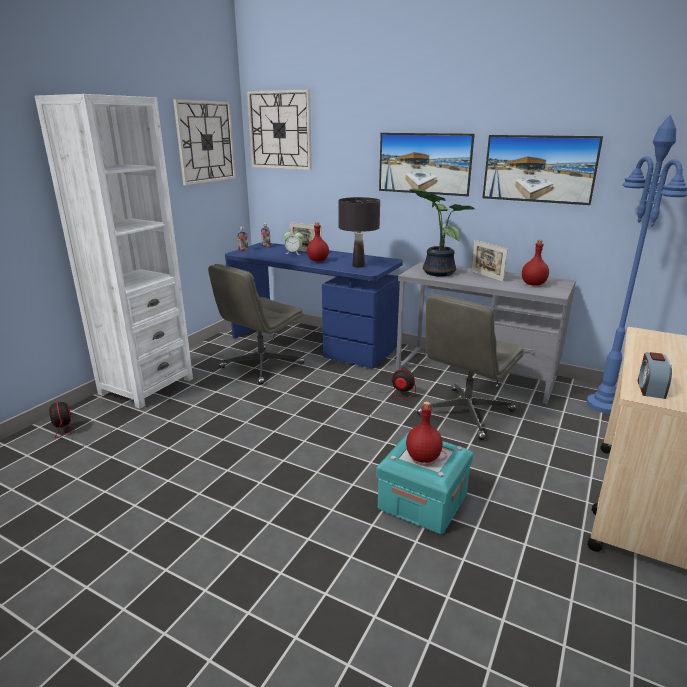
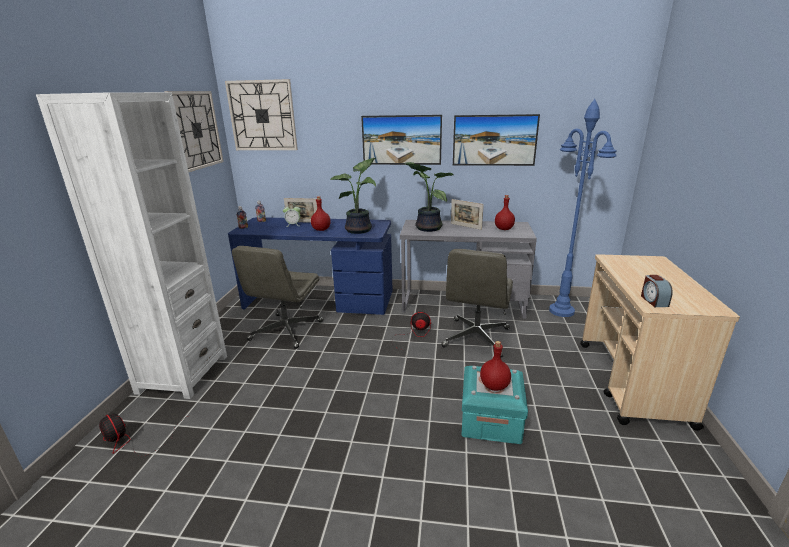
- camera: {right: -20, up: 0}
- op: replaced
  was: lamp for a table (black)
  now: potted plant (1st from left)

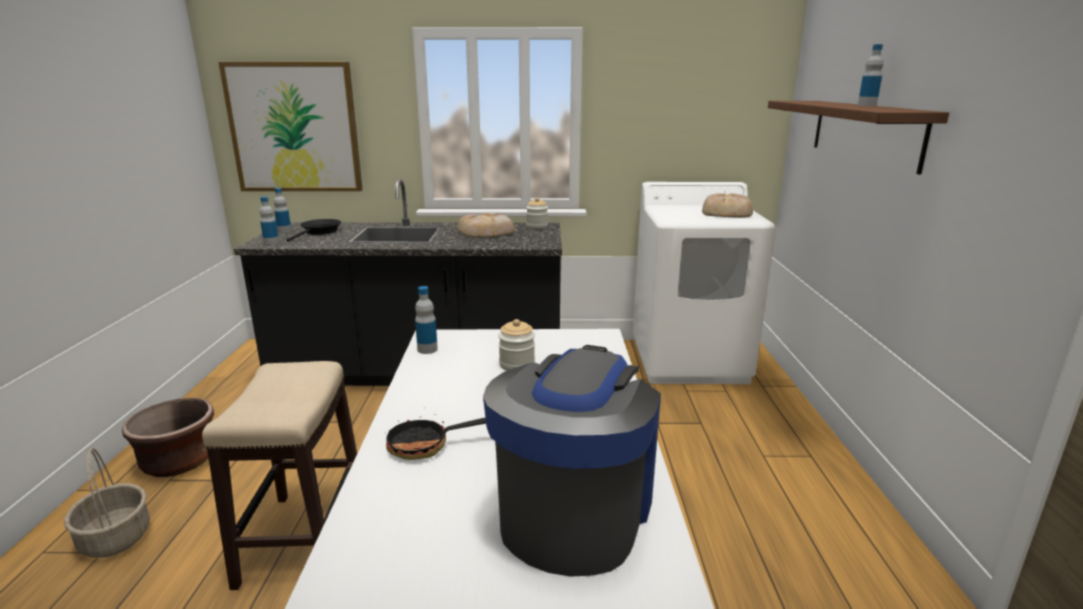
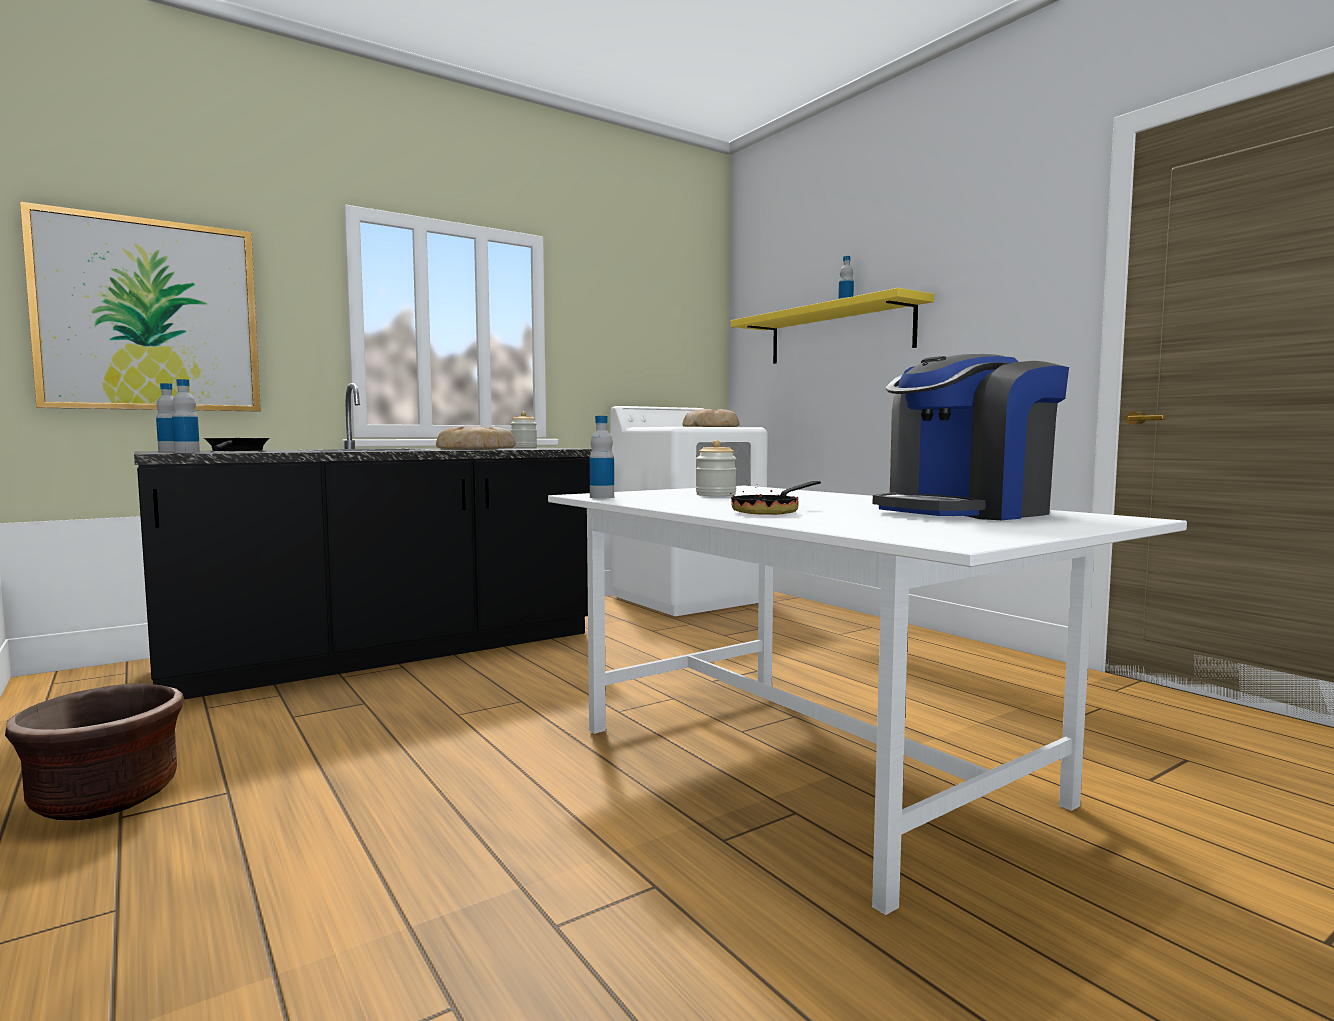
- camera: {right: -35, up: -15}
- op: recoloured
  was: wall shelf (brown-coloured)
  now: wall shelf (yellow-coloured)
- op: turned
  was: coffee machine
  clockwise: -105
- op: removed
  was: household basket
- op: removed
  was: stool seat

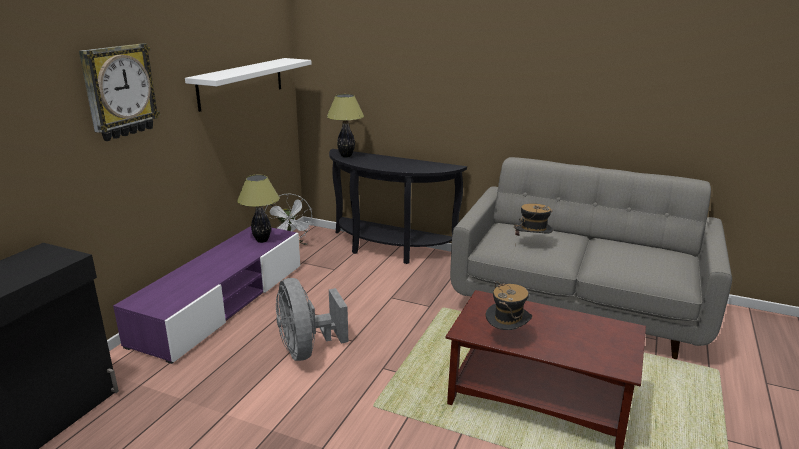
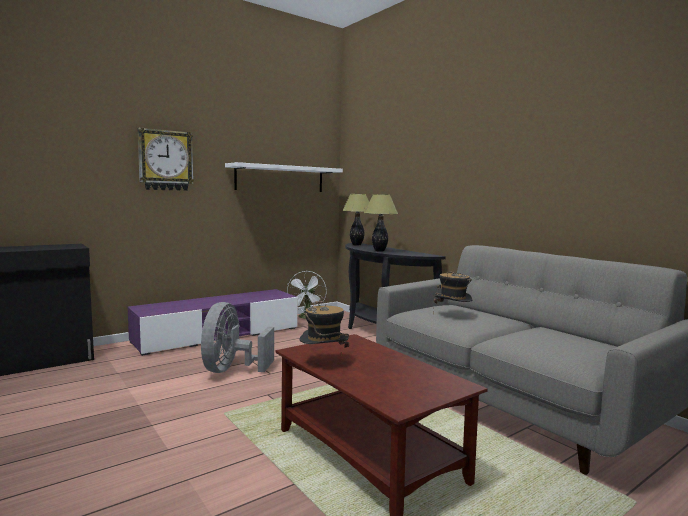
- camera: {right: 30, up: -15}
- op: moved
  was: lamp for a table (1st from left in the first image)
  now: lamp for a table (2nd from left)

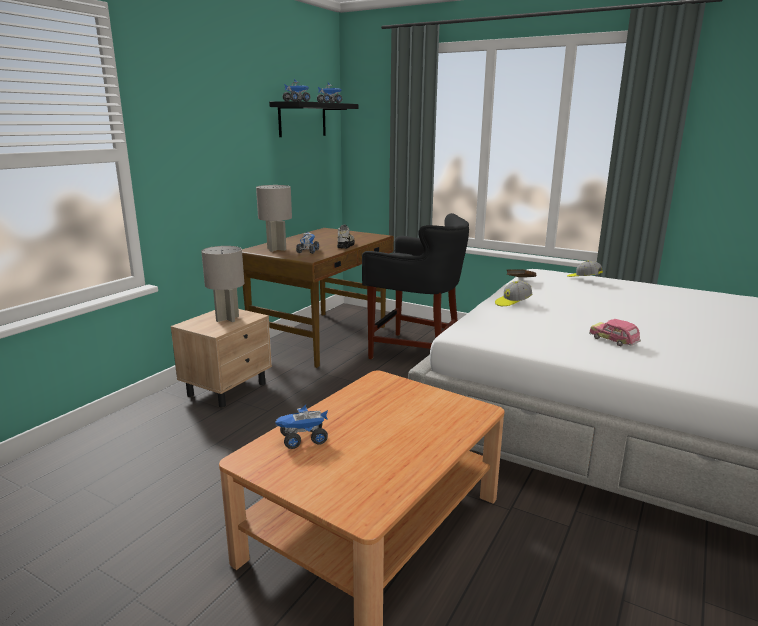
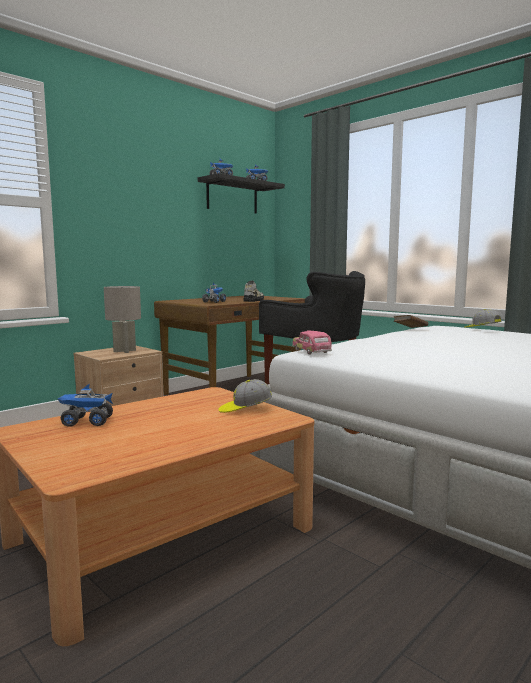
- camera: {right: 15, up: -10}
- op: moved
  was: peaked cap (1st from left)
- op: moved
  was: model car
- op: removed
  was: lamp for a table (grey) (2nd from left)

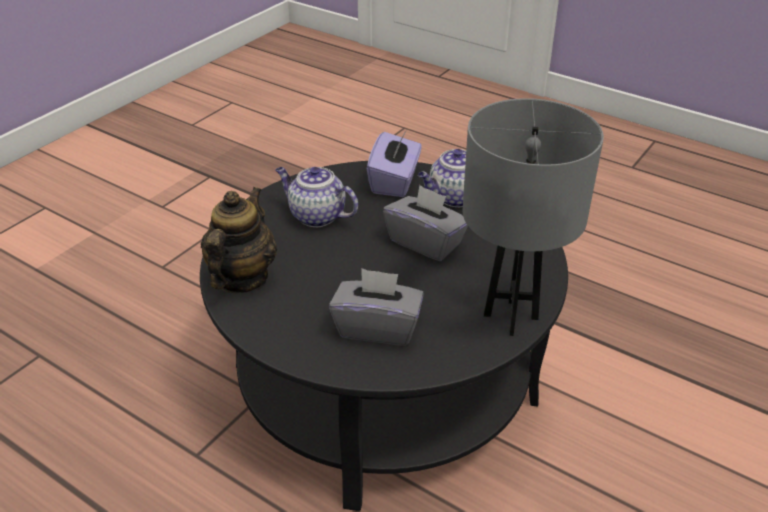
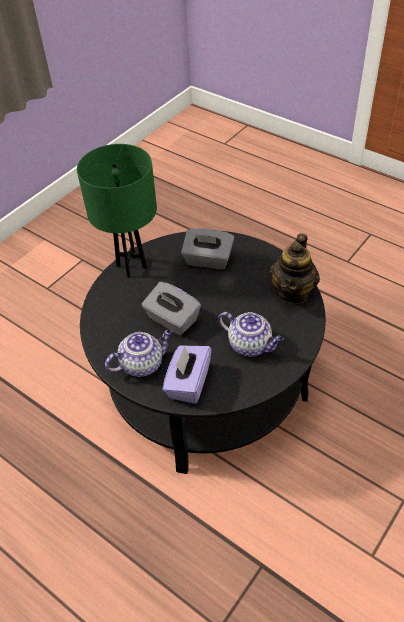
- camera: {right: -175, up: 10}
- op: recoloured
  was: lamp for a table (grey)
  now: lamp for a table (greenish)

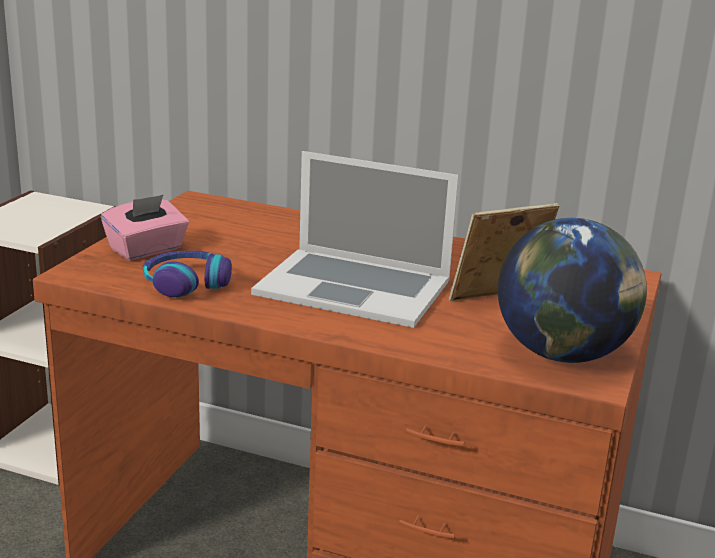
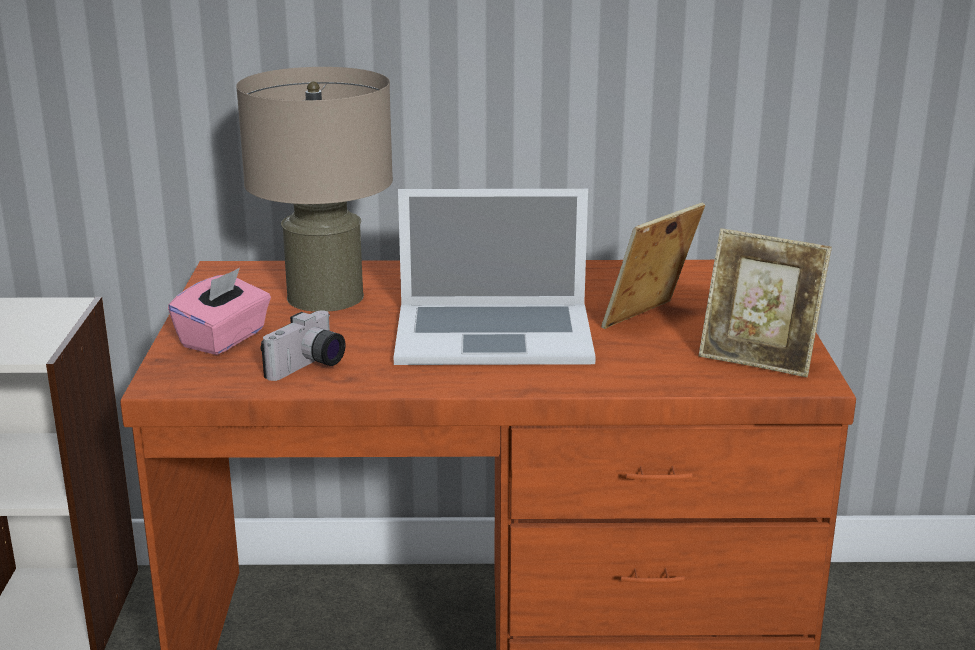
- camera: {right: -20, up: 0}
- op: added
  now: lamp for a table (beige)
- op: replaced
  was: headphones
  now: photo camera
- op: replaced
  was: desk globe
  now: picture frame (2nd from left)

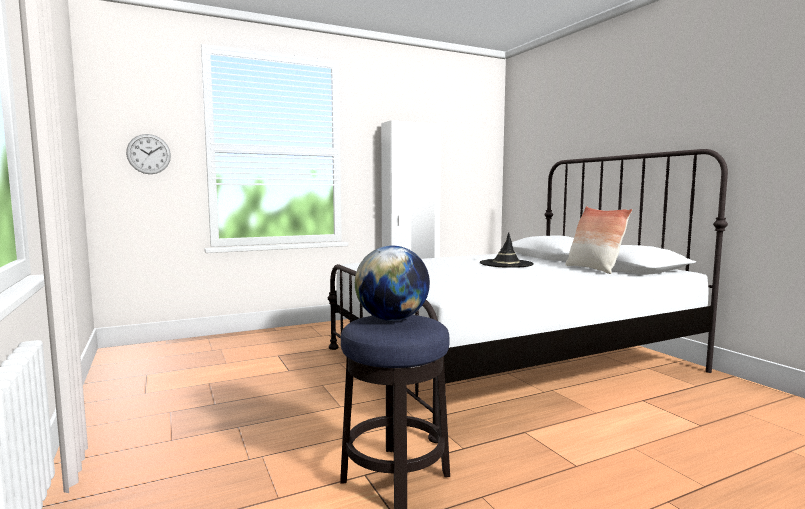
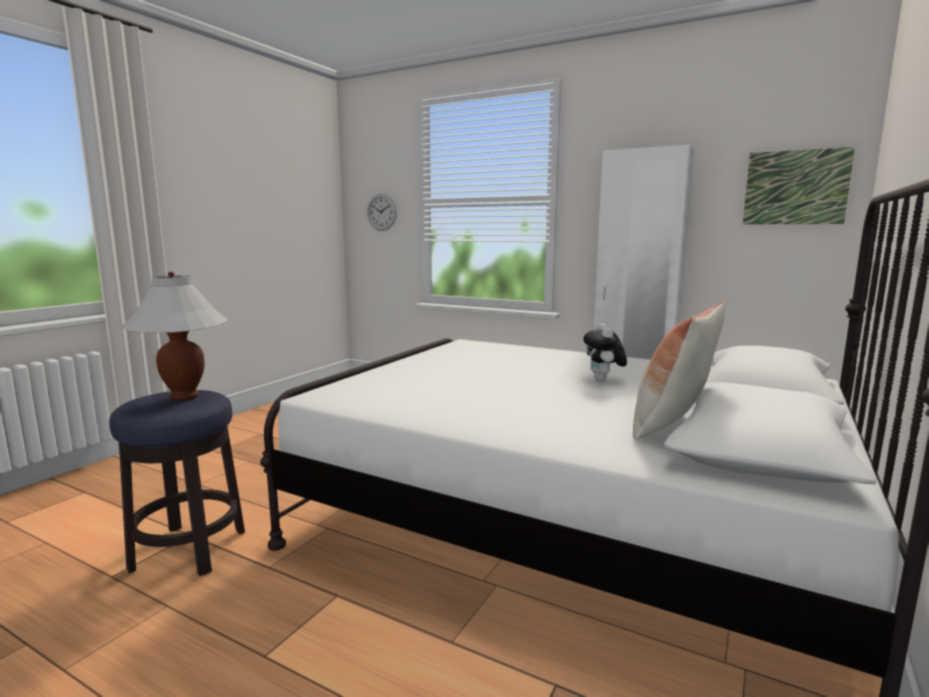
- camera: {right: 55, up: 5}
- op: replaced
  was: desk globe
  now: lamp for a table (white-coloured)
- op: replaced
  was: clothing hat (black)
  now: plush toy
- op: added
  now: wall art

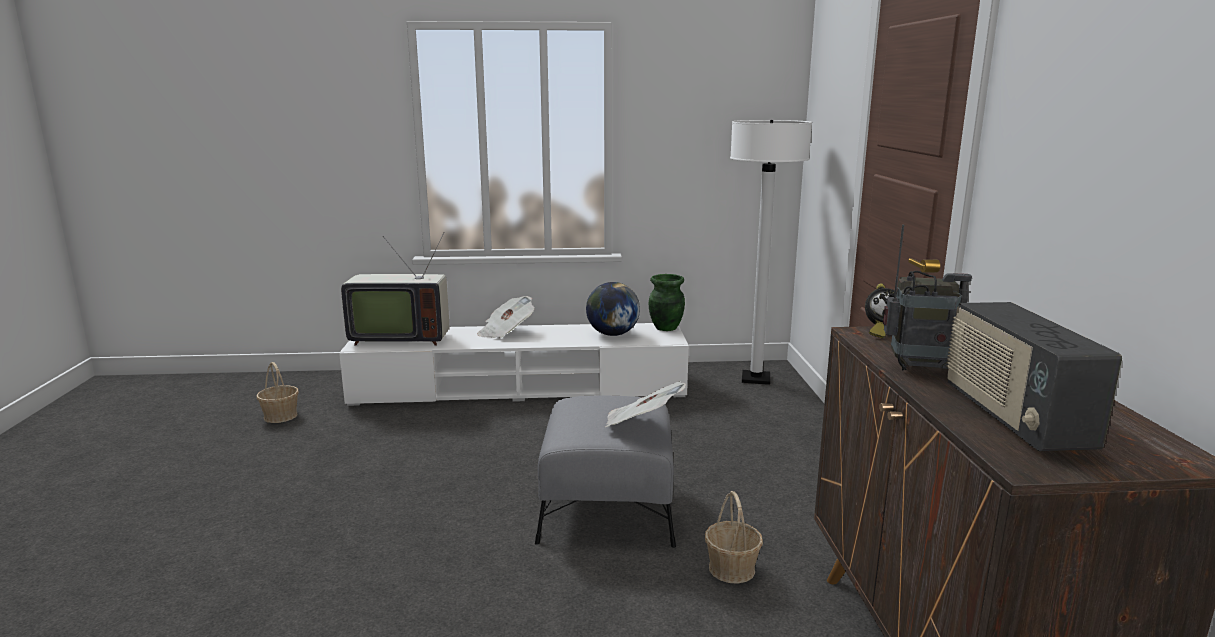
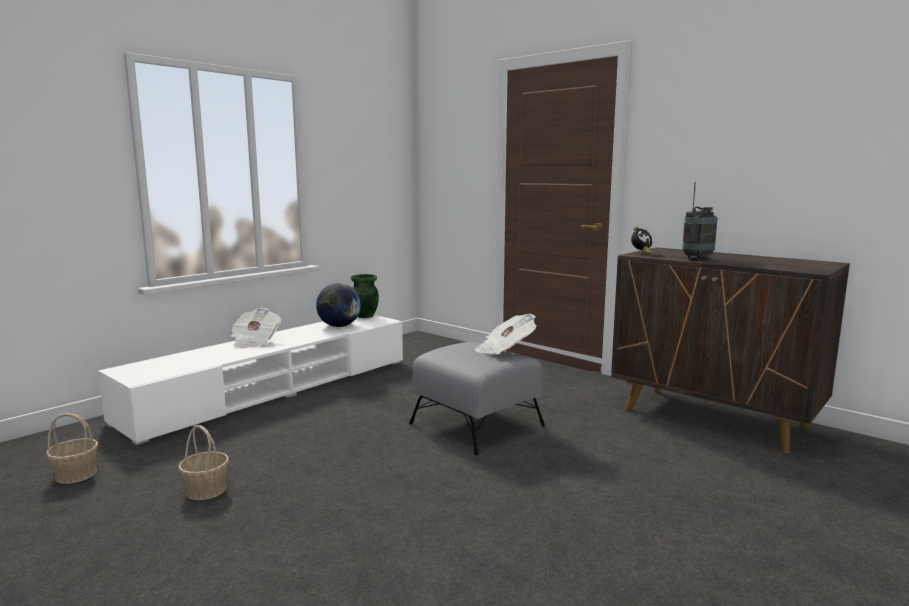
- camera: {right: -45, up: -5}
- op: moved
  was: household basket (2nd from left)
- op: removed
  was: television
- op: removed
  was: standard lamp (white-coloured)
- op: removed
  was: radio (2nd from left)

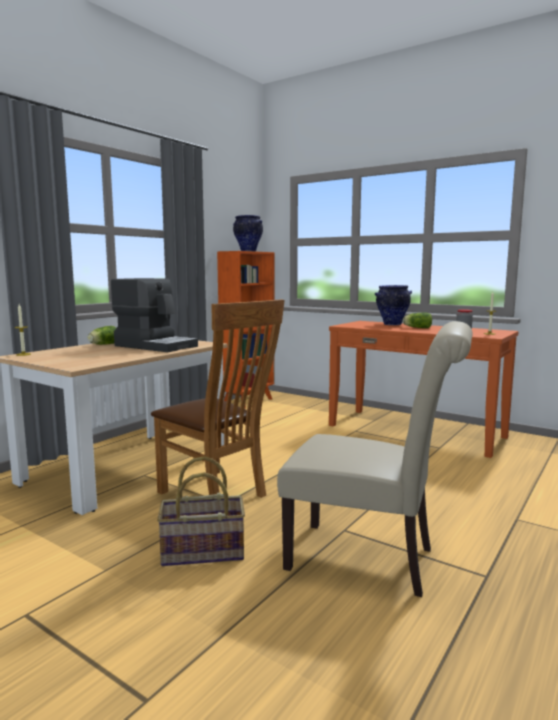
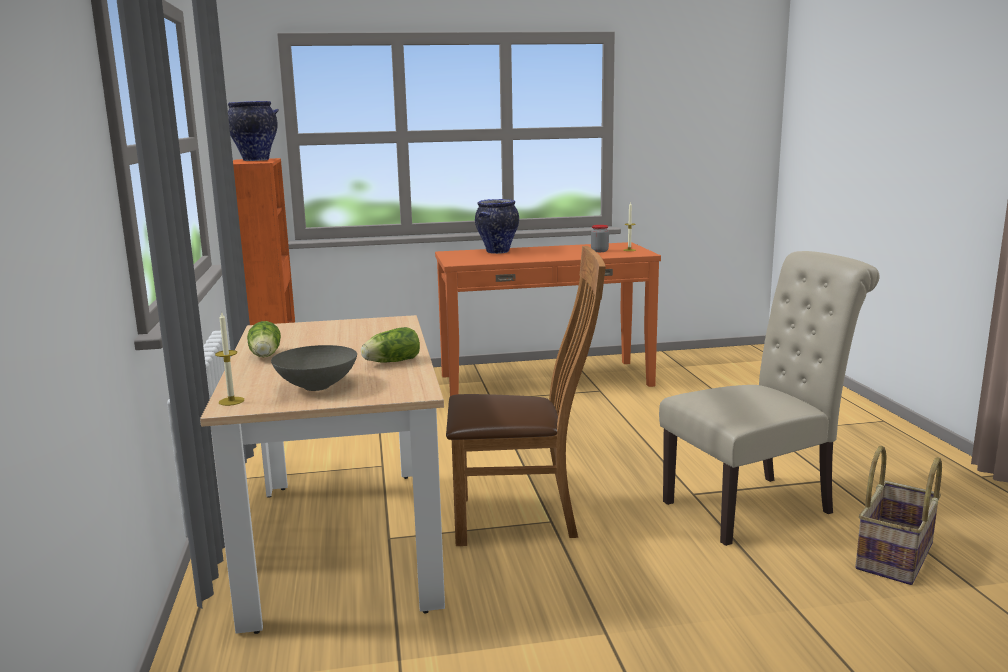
- camera: {right: -45, up: 5}
- op: added
  now: bowl (grey)
- op: moved
  was: lettuce (2nd from left)
- op: moved
  was: household basket
- op: removed
  was: coffee machine

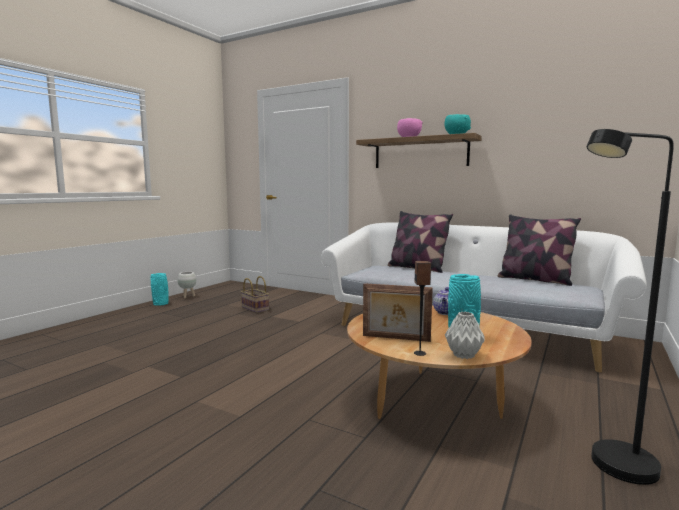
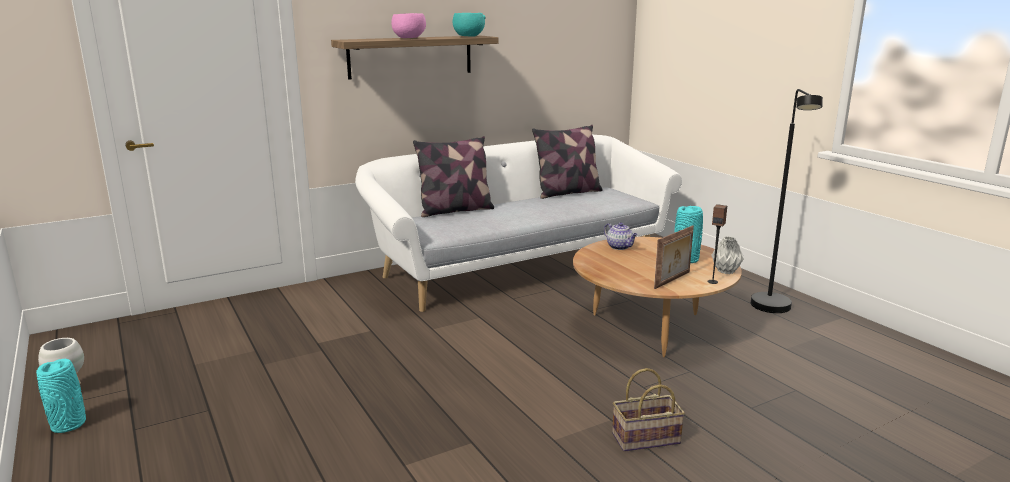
- camera: {right: -60, up: 10}
- op: moved
  was: household basket

